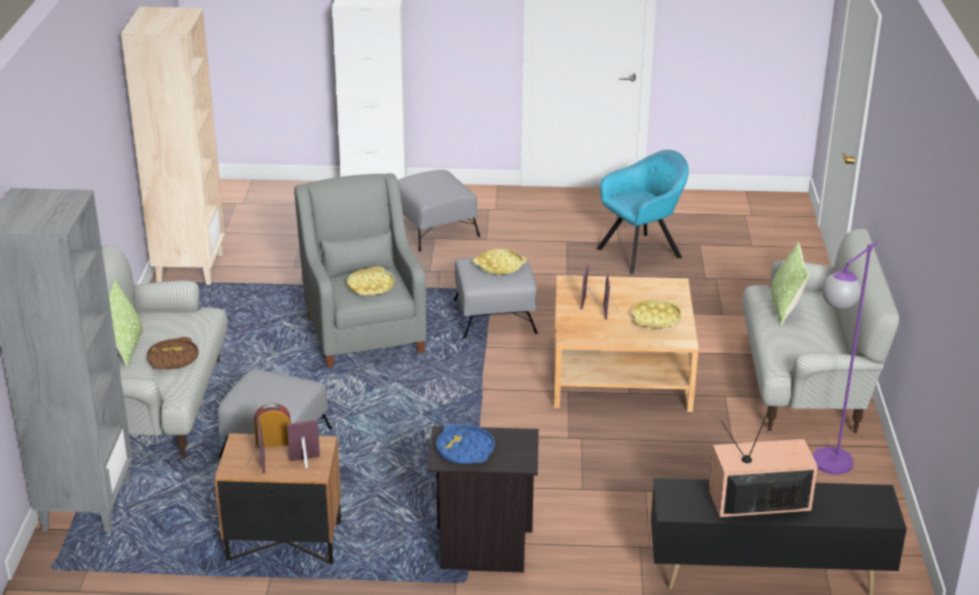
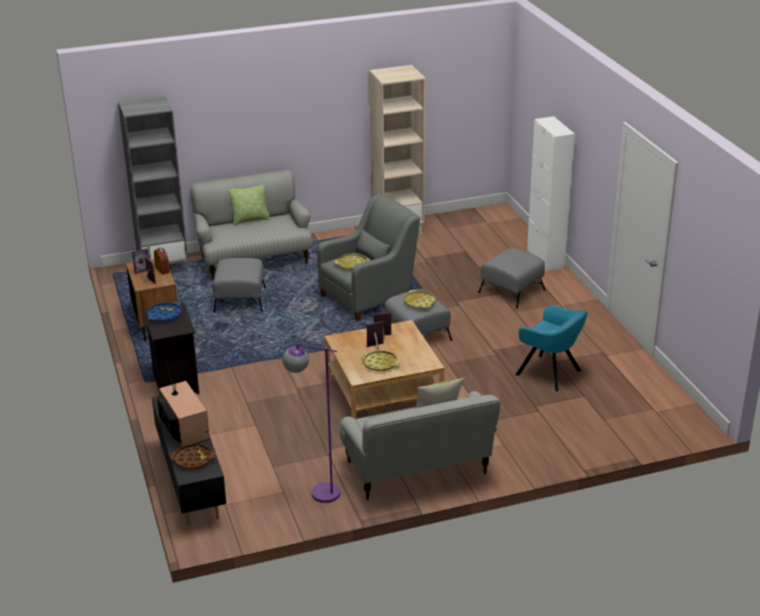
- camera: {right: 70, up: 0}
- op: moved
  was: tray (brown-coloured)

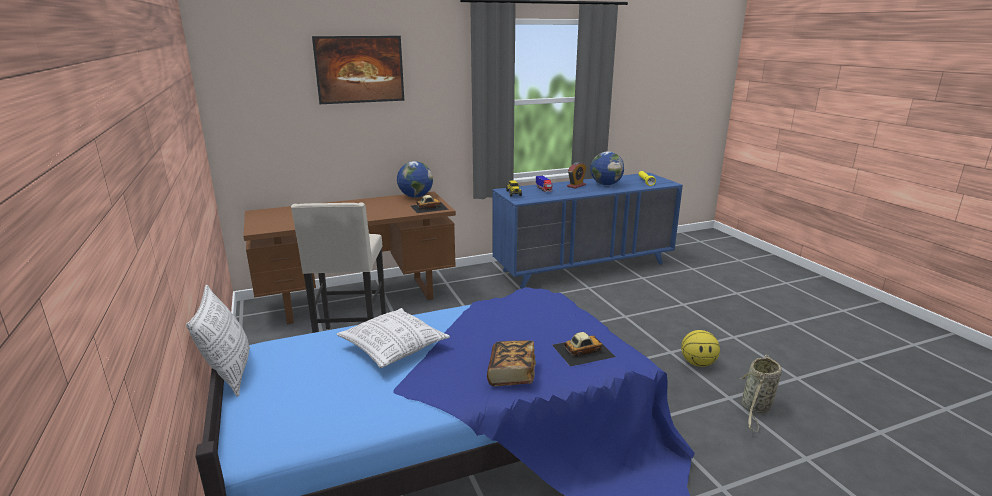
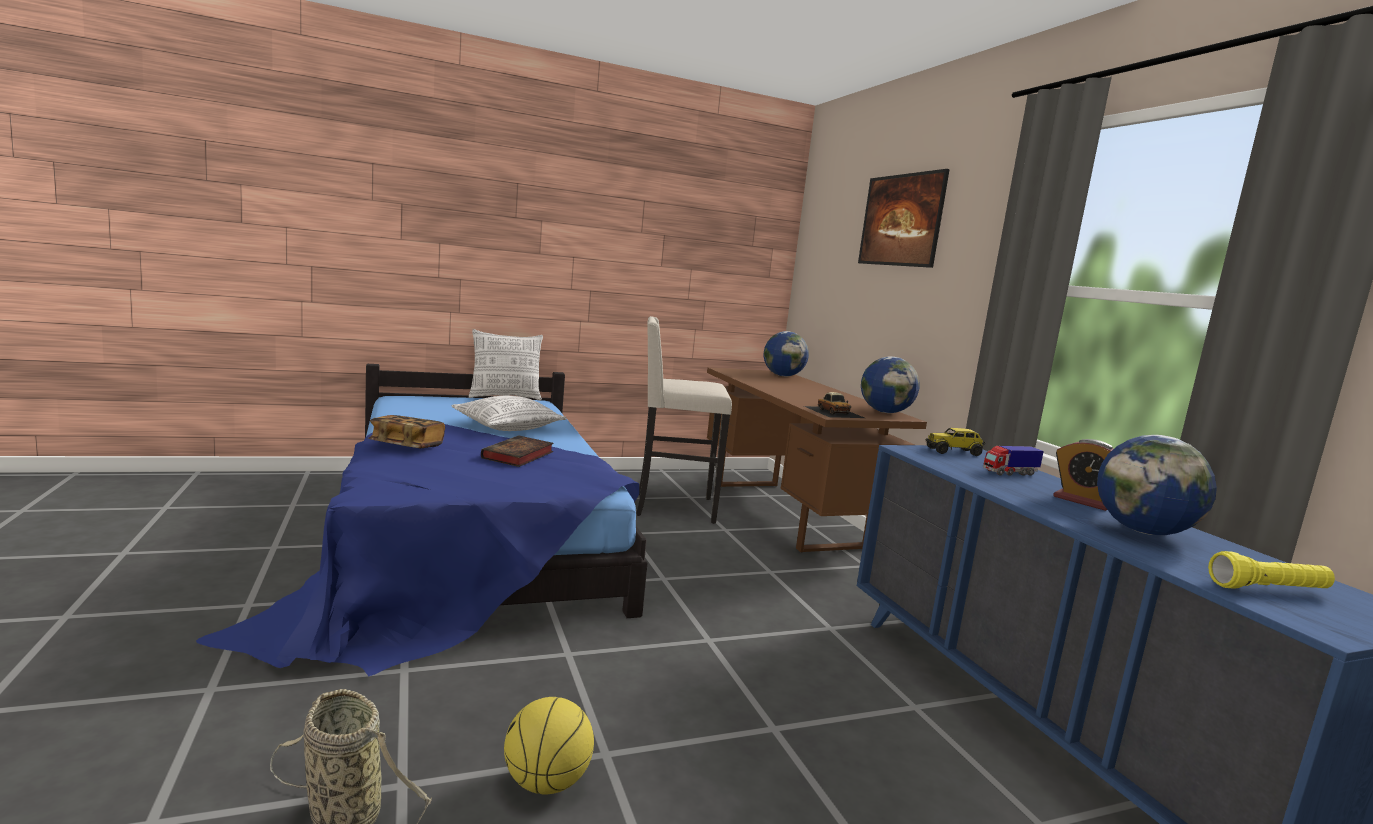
- camera: {right: 90, up: -10}
- op: added
  now: volume (2nd from left)
- op: added
  now: desk globe (1st from left)
- op: removed
  was: model car (2nd from left)

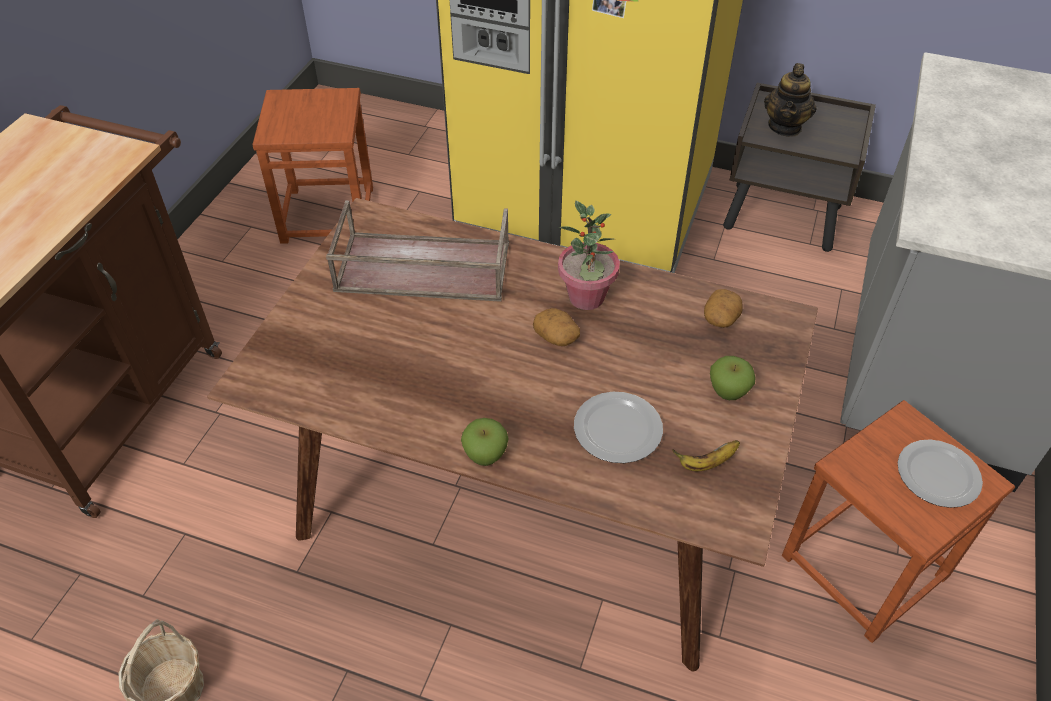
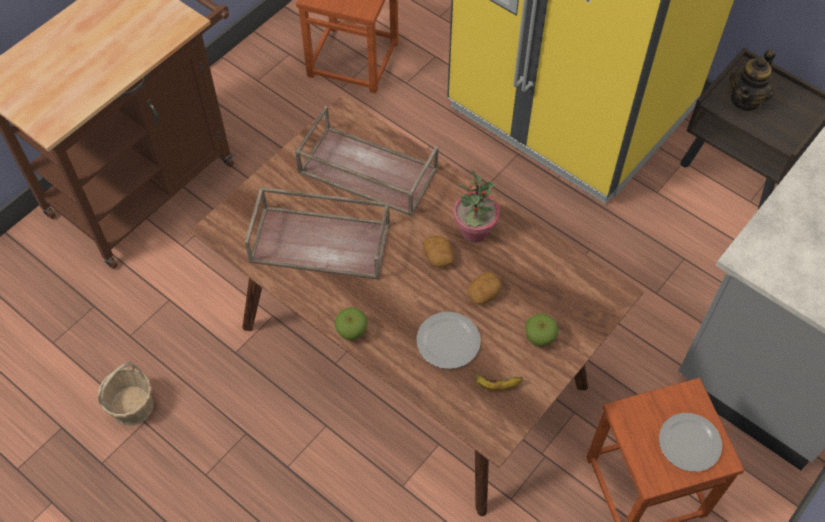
- camera: {right: 20, up: 10}
- op: added
  now: tray (brown-coloured) (1st from left)
- op: moved
  was: potato (2nd from left)

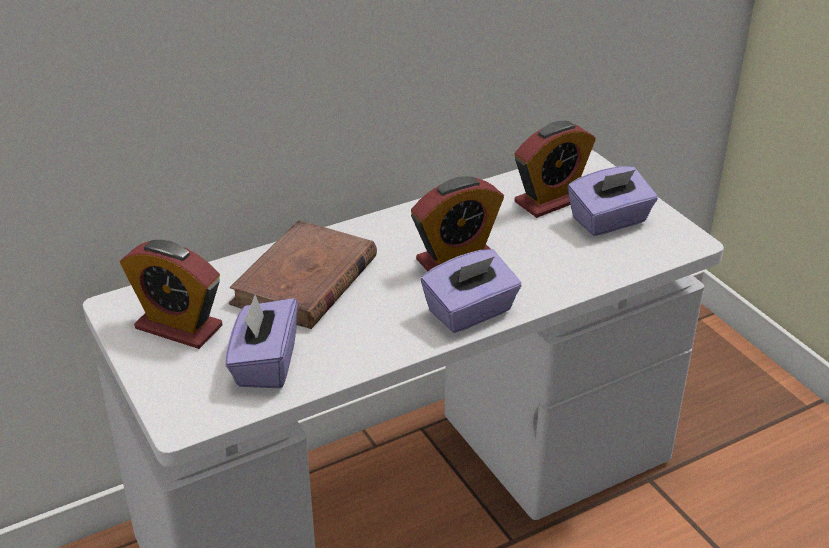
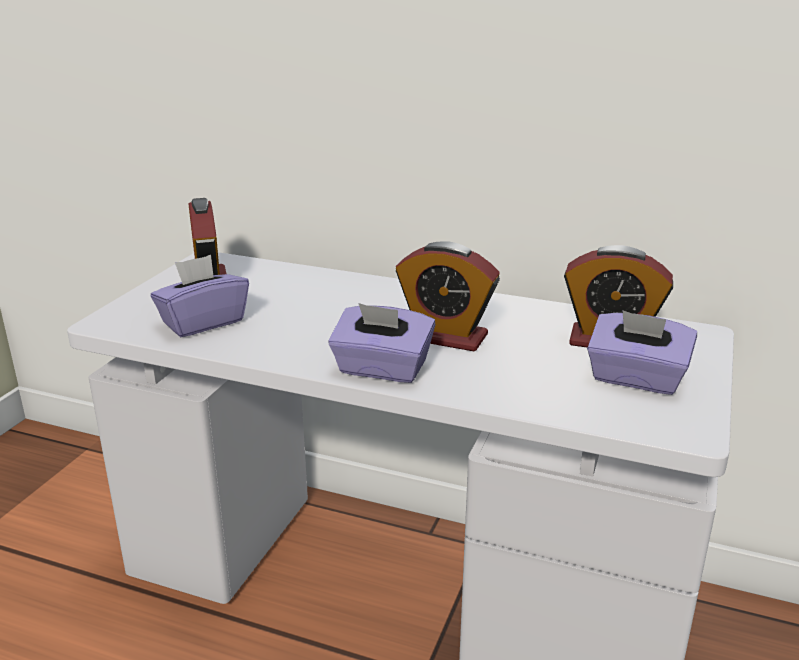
- camera: {right: 50, up: -10}
- op: removed
  was: volume (brown-coloured)

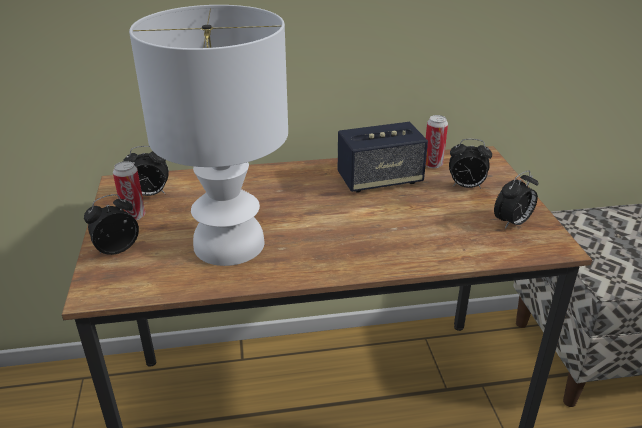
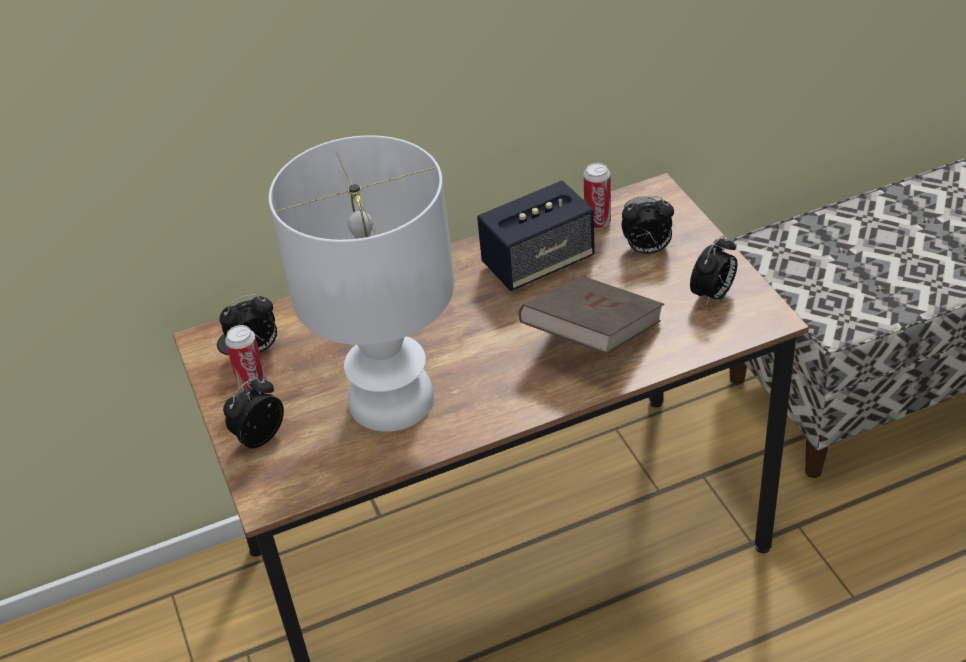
- camera: {right: -10, up: 10}
- op: added
  now: volume (brown-coloured)

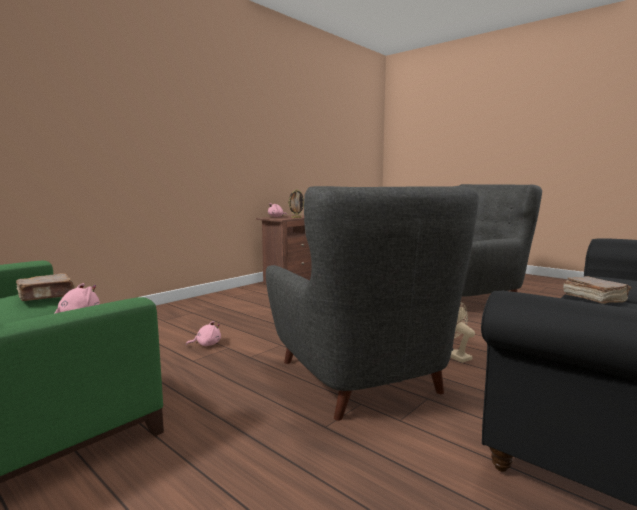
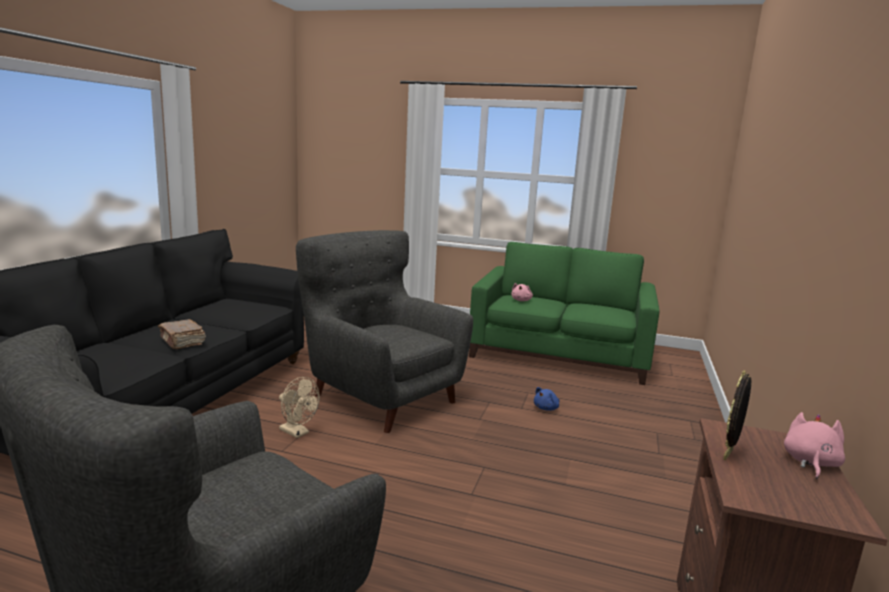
- camera: {right: 155, up: 5}
- op: recoloured
  was: plush toy (pink) (2nd from left)
  now: plush toy (blue-coloured)
- op: removed
  was: volume (brown-coloured) (1st from left)

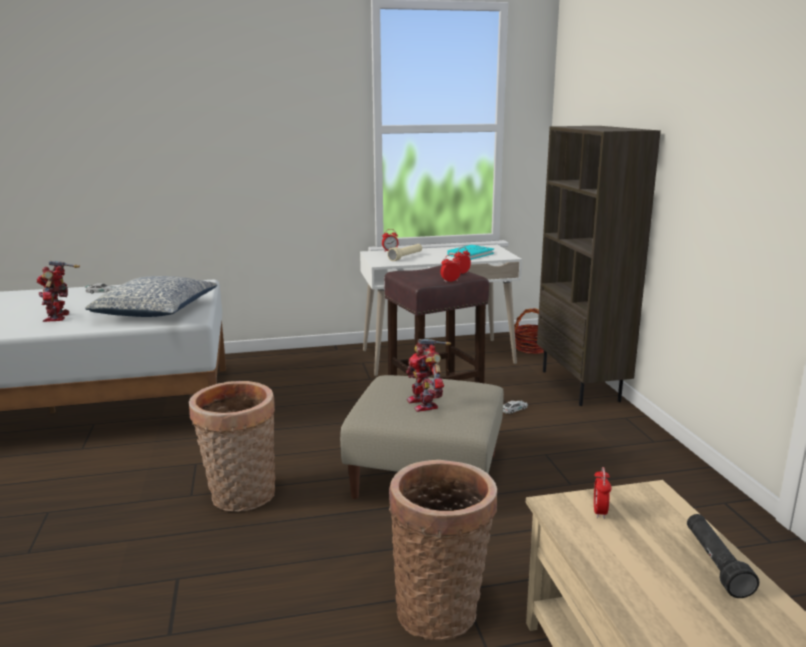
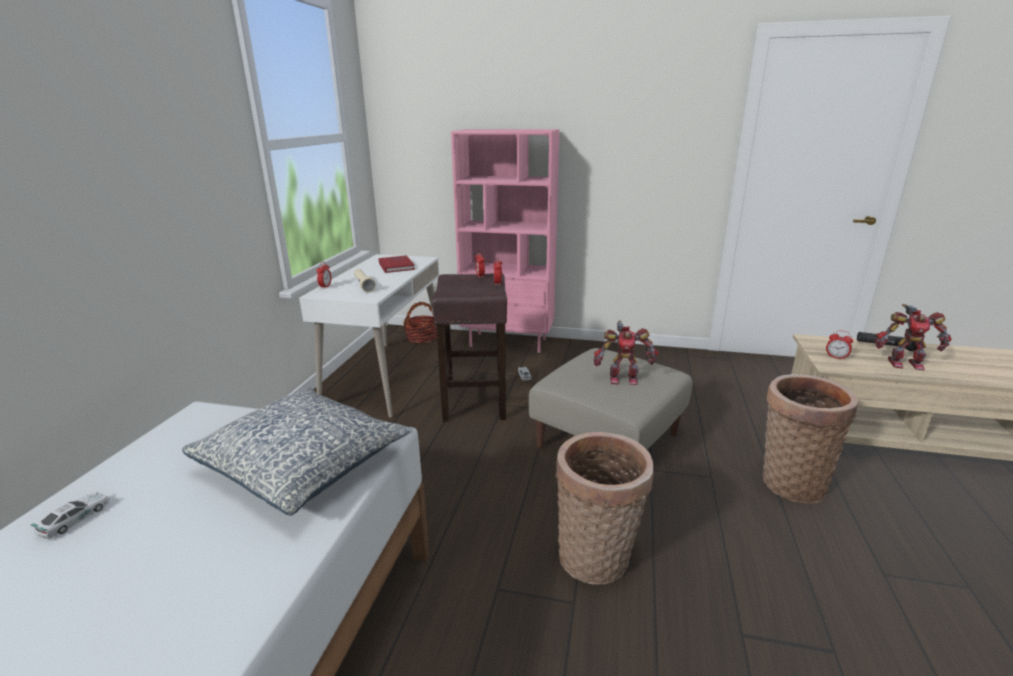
- camera: {right: -65, up: 5}
- op: recoloured
  was: volume (blue-green)
  now: volume (red-coloured)
- op: recoloured
  was: bookcase (brown-coloured)
  now: bookcase (pink)
- op: moved
  was: robot figure (1st from left in the first image)
  now: robot figure (2nd from left)

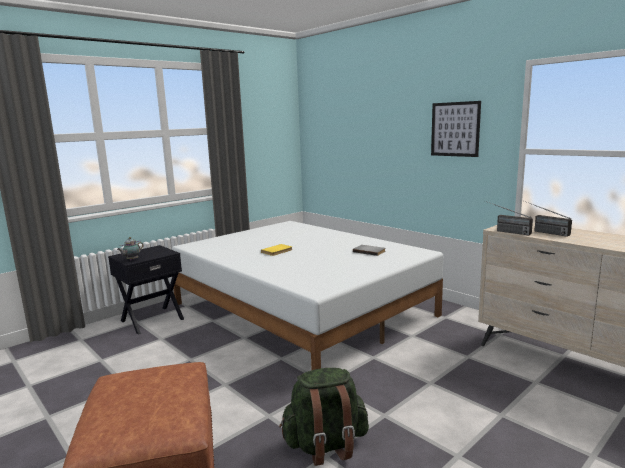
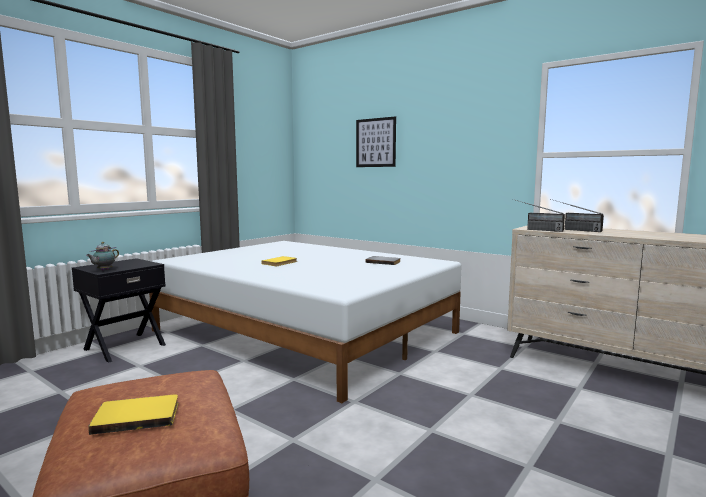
- camera: {right: -10, up: -5}
- op: added
  now: volume (yellow-coloured) (1st from left)
- op: moved
  was: wall art
- op: removed
  was: knapsack (greenish)

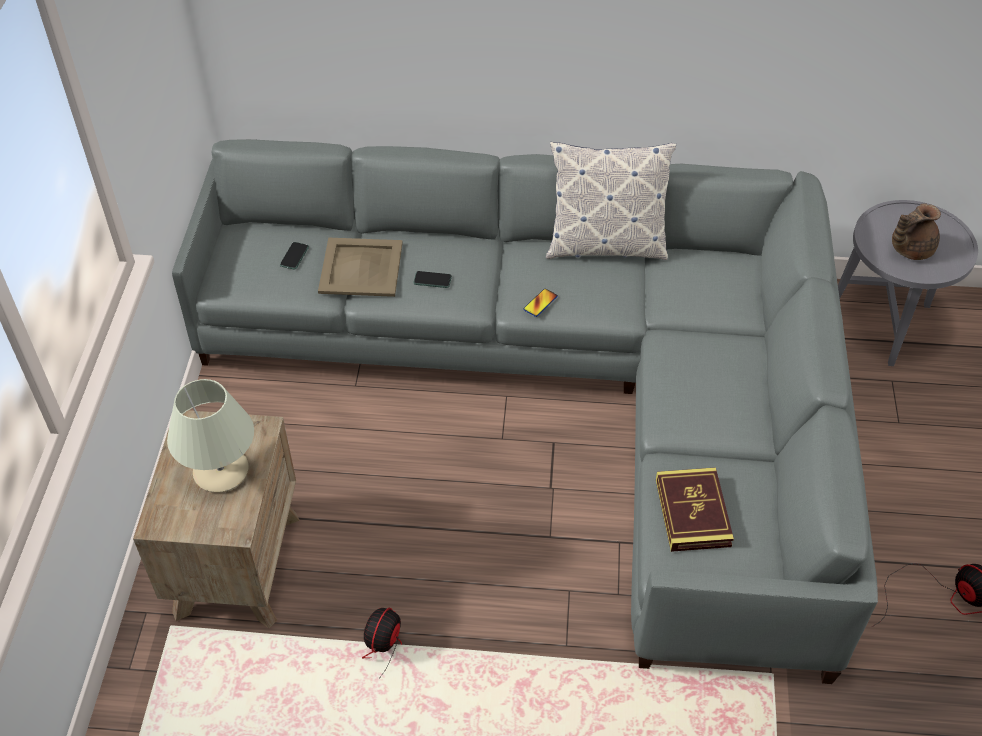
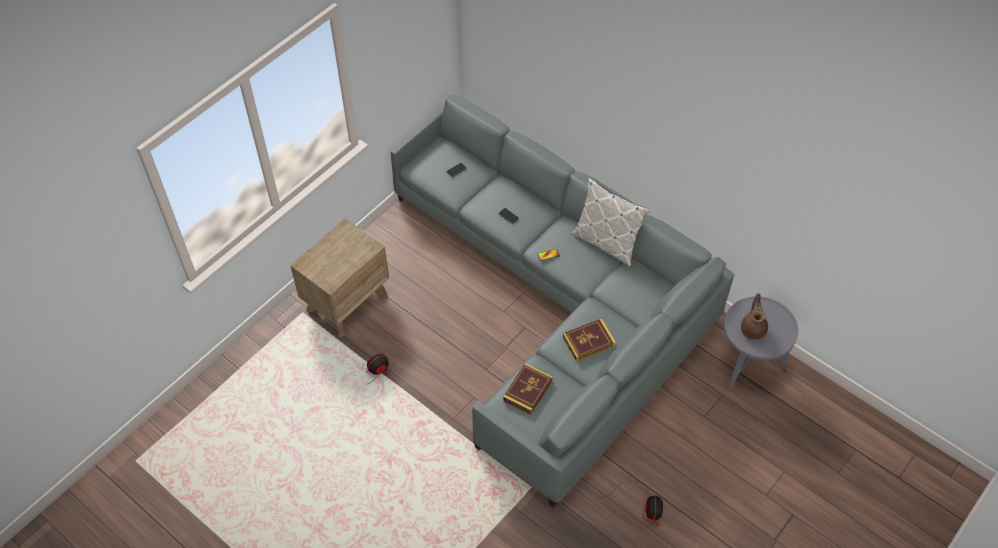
- camera: {right: 35, up: 5}
- op: added
  now: volume (2nd from left)
- op: turned
  was: teapot (brown-coloured)
  clockwise: 90
- op: removed
  was: lamp for a table (beige)
- op: removed
  was: tray (beige)

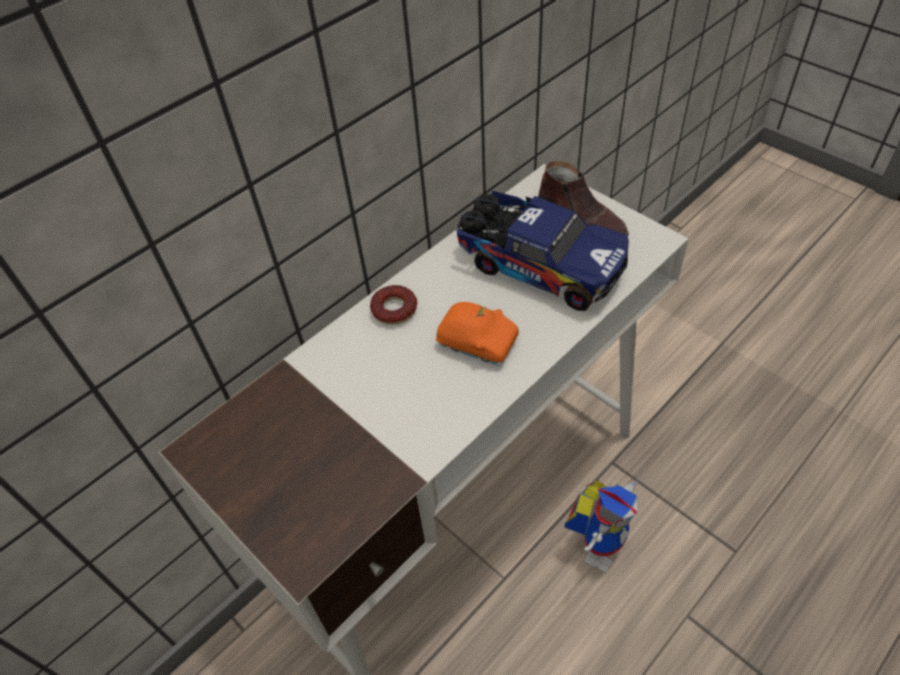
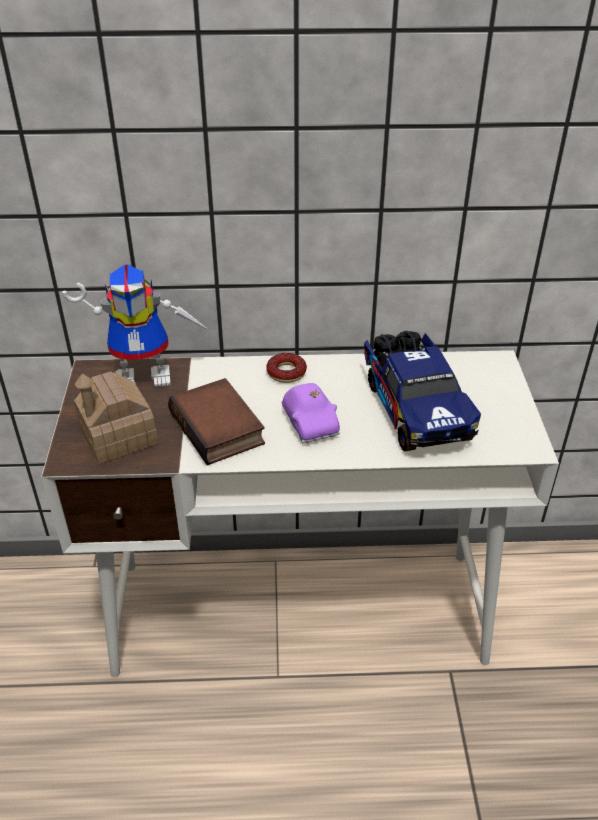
- camera: {right: 40, up: -10}
- op: moved
  was: robot figure
- op: added
  now: toy house
- op: added
  now: volume
- op: recoloured
  was: model car (orange-coloured)
  now: model car (purplish)
- op: removed
  was: shoe (brown-coloured)

